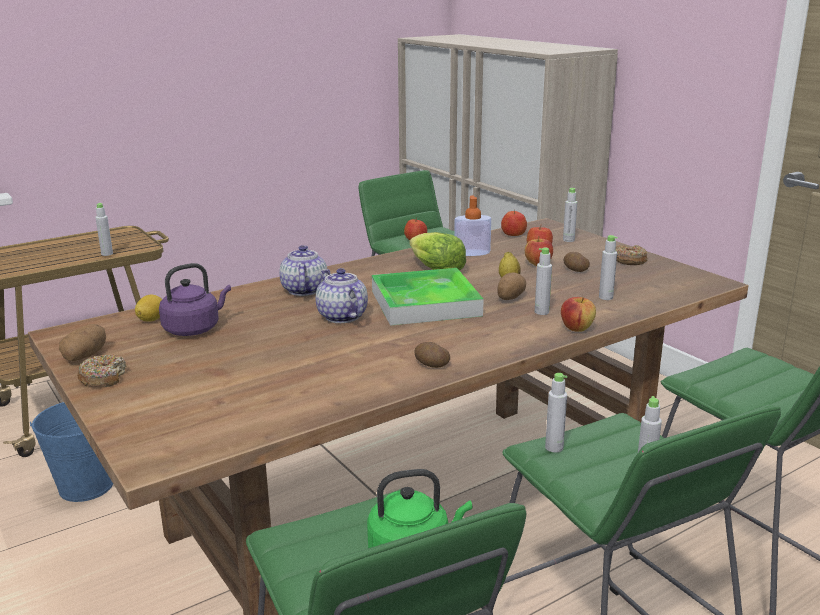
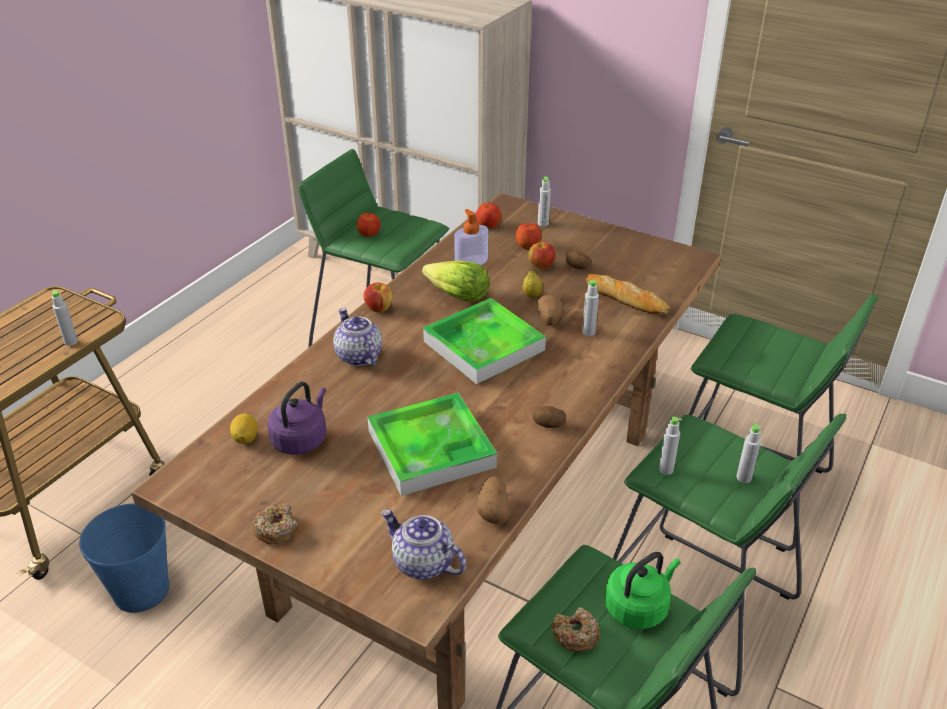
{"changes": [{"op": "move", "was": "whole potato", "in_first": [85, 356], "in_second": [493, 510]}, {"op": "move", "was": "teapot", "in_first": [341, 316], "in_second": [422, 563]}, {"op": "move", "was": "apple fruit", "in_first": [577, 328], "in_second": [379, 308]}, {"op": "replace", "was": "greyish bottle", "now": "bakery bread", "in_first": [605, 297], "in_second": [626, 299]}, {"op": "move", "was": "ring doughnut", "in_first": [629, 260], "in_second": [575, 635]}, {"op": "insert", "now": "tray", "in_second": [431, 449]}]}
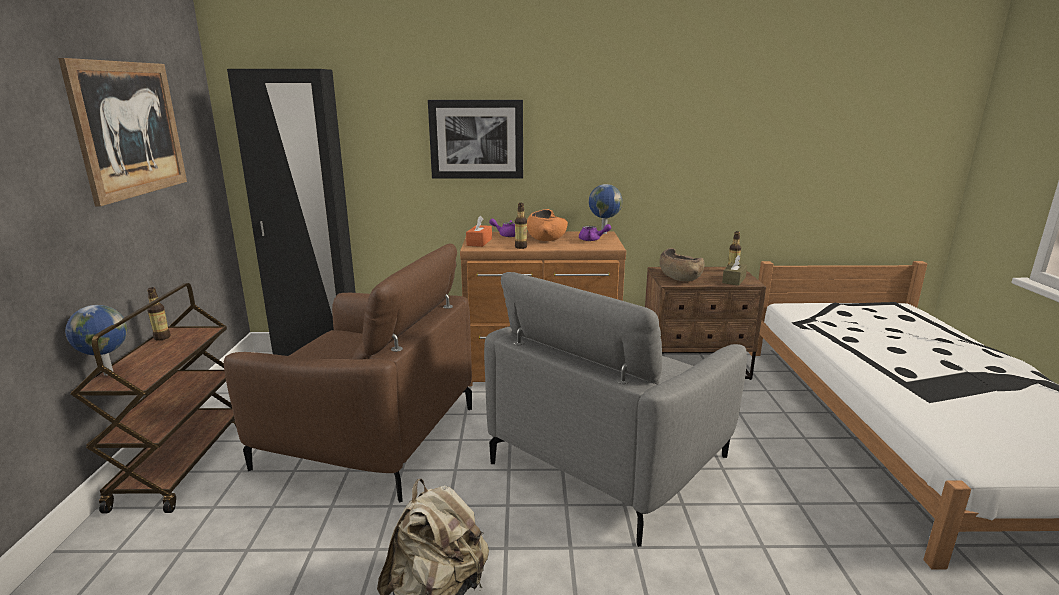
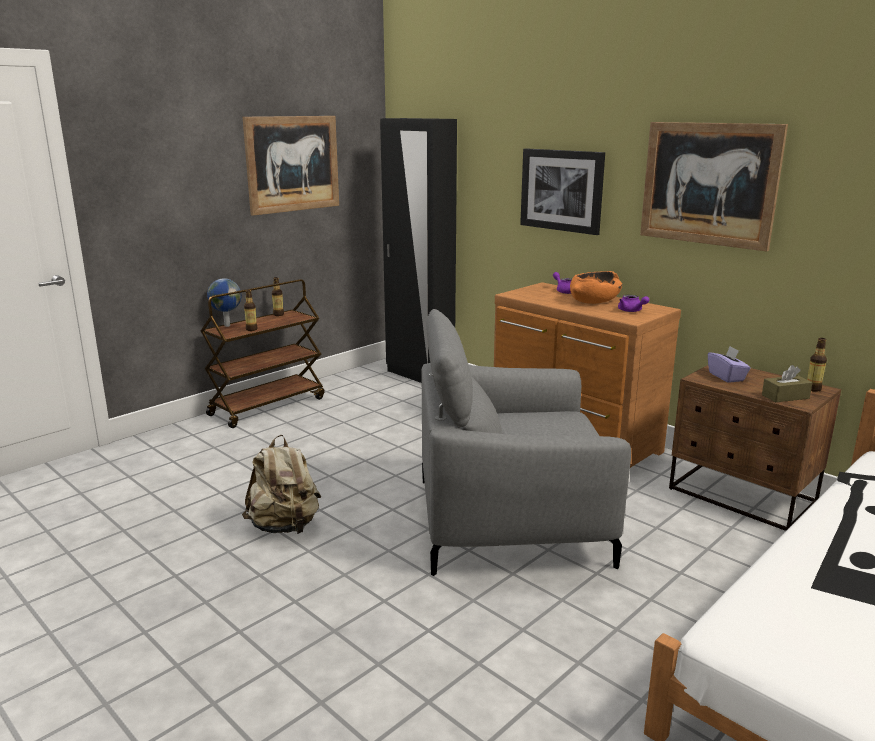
{"changes": [{"op": "delete", "was": "brown-coloured armchair", "in_first": [368, 437]}, {"op": "delete", "was": "orange tissue box", "in_first": [479, 242]}, {"op": "move", "was": "bottle", "in_first": [521, 247], "in_second": [251, 329]}, {"op": "delete", "was": "desk globe", "in_first": [603, 233]}, {"op": "replace", "was": "brown-coloured deep dish", "now": "purple-coloured tissue box", "in_first": [679, 277], "in_second": [726, 377]}, {"op": "insert", "now": "wall art", "in_second": [708, 184]}]}
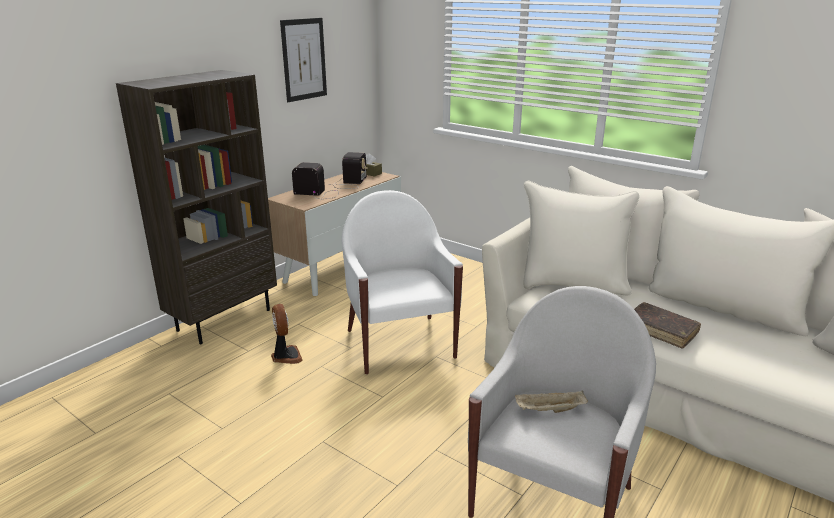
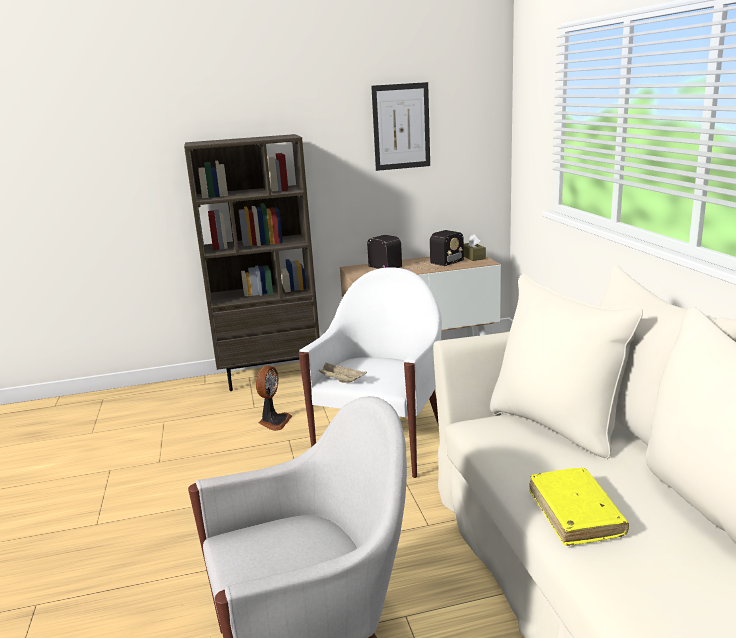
{"changes": [{"op": "move", "was": "beige tray", "in_first": [549, 410], "in_second": [338, 380]}, {"op": "recolor", "was": "brown-coloured volume", "now": "yellow-coloured volume", "in_first": [661, 330], "in_second": [575, 514]}]}
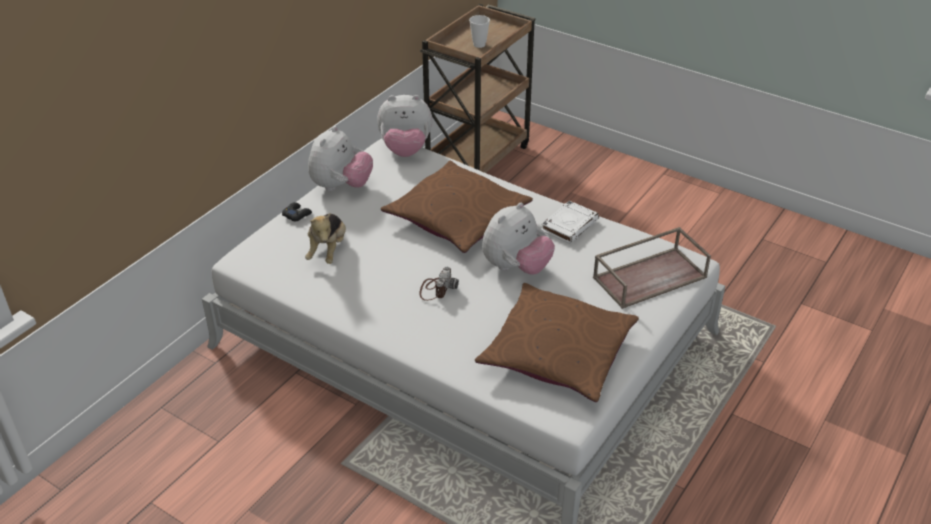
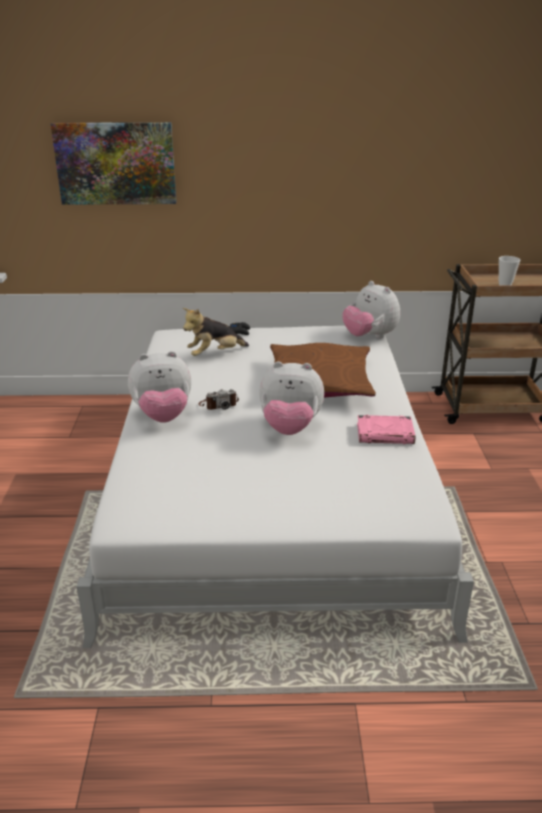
{"changes": [{"op": "move", "was": "cuddly toy", "in_first": [341, 186], "in_second": [163, 416]}, {"op": "delete", "was": "brown-coloured cushion", "in_first": [557, 353]}, {"op": "recolor", "was": "white volume", "now": "pink-coloured volume", "in_first": [569, 225], "in_second": [385, 434]}, {"op": "delete", "was": "brown-coloured tray", "in_first": [650, 276]}, {"op": "insert", "now": "wall art", "in_second": [116, 163]}]}
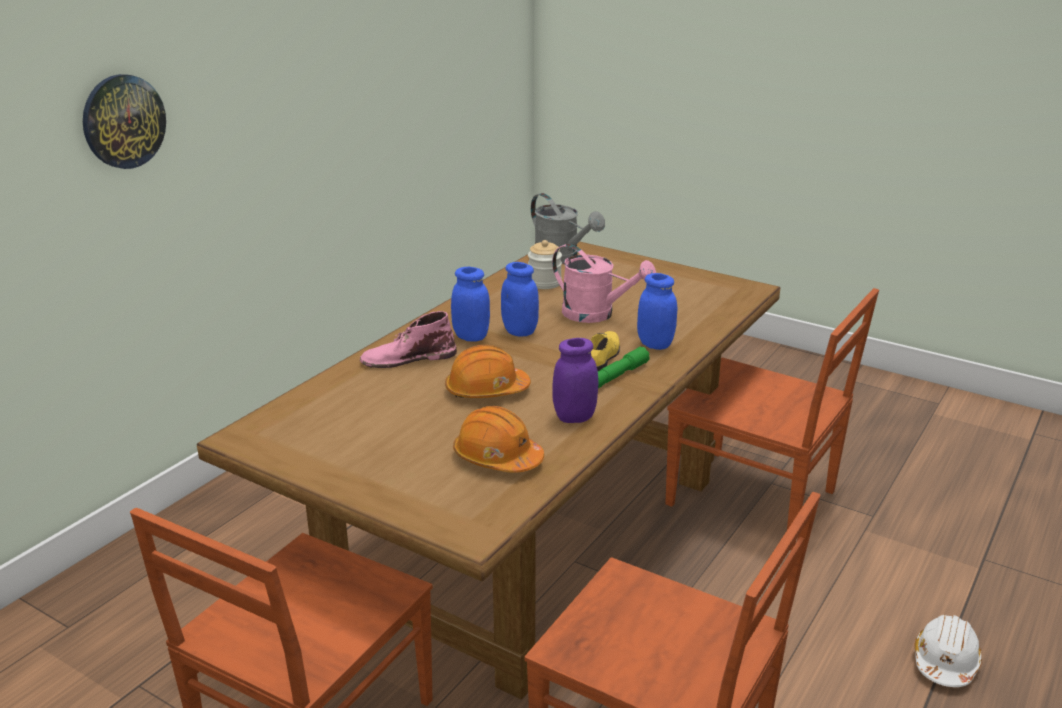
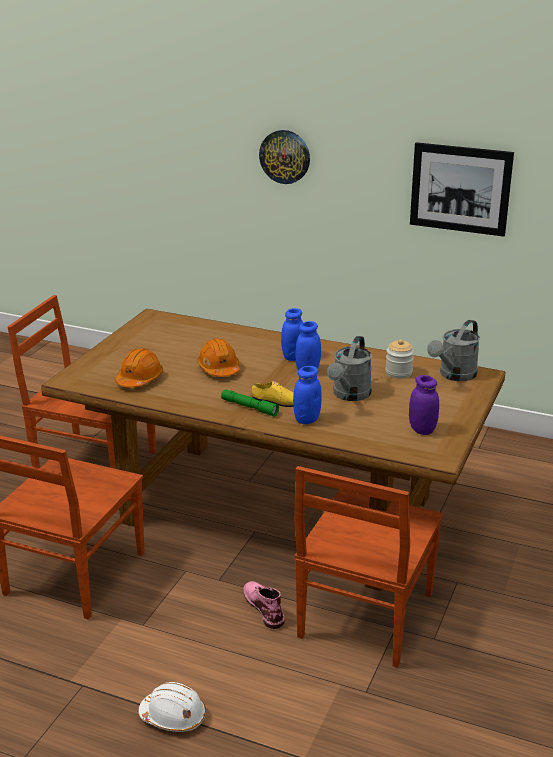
{"changes": [{"op": "move", "was": "pink-coloured tall boot", "in_first": [407, 358], "in_second": [264, 606]}, {"op": "recolor", "was": "pink-coloured sprinkling can", "now": "greyish sprinkling can", "in_first": [596, 314], "in_second": [349, 395]}, {"op": "move", "was": "purple-coloured storage jar", "in_first": [574, 417], "in_second": [422, 430]}, {"op": "insert", "now": "wall art", "in_second": [460, 189]}]}
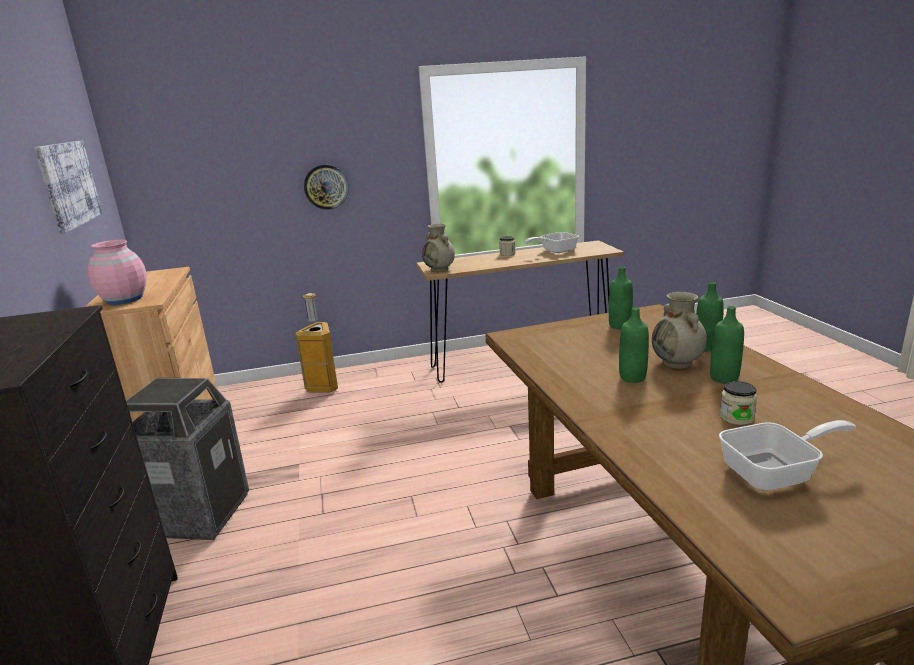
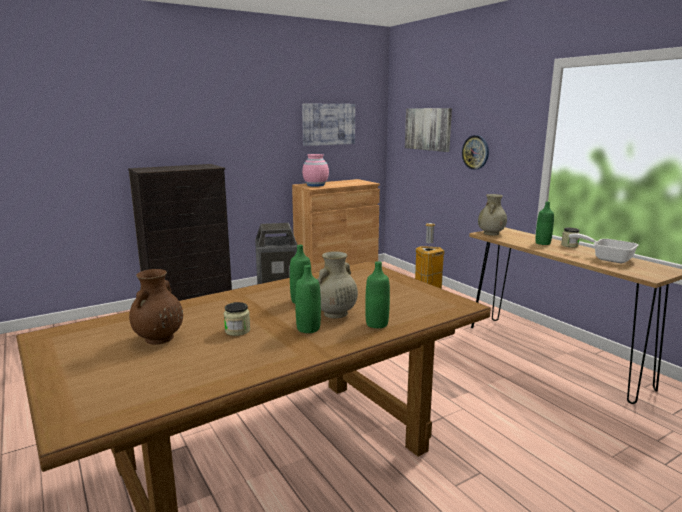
{"changes": [{"op": "move", "was": "green-coloured bottle", "in_first": [619, 326], "in_second": [542, 243]}, {"op": "replace", "was": "frying pan", "now": "brown-coloured vase", "in_first": [776, 473], "in_second": [158, 339]}, {"op": "insert", "now": "wall art", "in_second": [428, 129]}]}
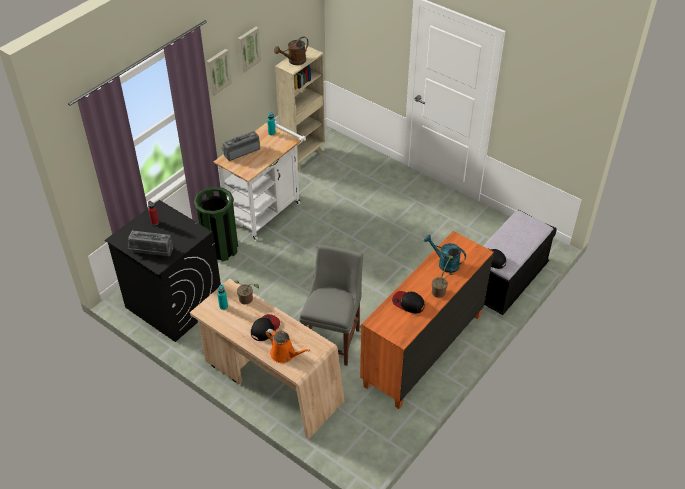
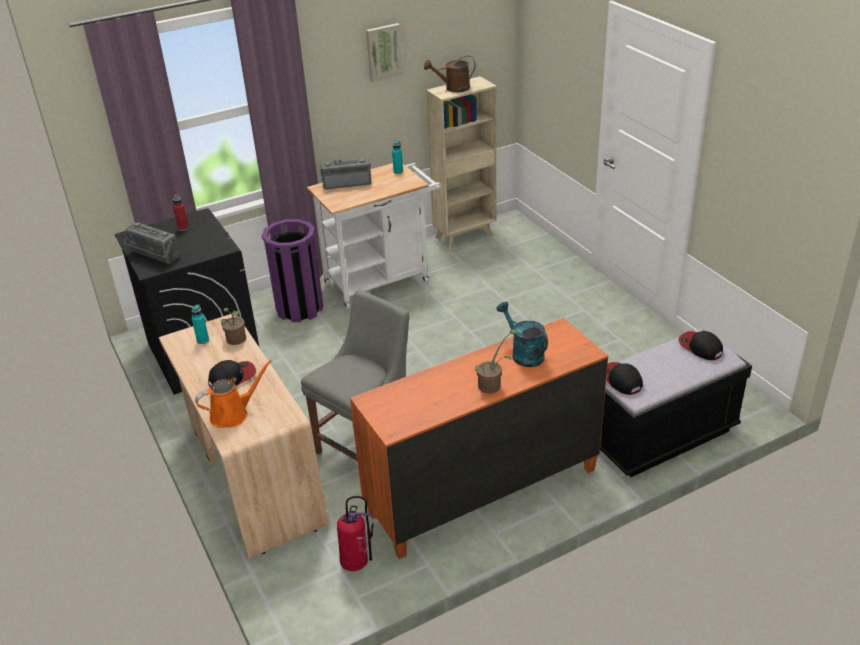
{"changes": [{"op": "recolor", "was": "green-coloured waste bin", "now": "purple-coloured waste bin", "in_first": [220, 248], "in_second": [299, 308]}, {"op": "delete", "was": "wall art", "in_first": [218, 71]}, {"op": "rotate", "was": "orange sprinkling can", "in_first": [284, 354], "in_second": [233, 414], "clockwise": -90}, {"op": "move", "was": "peaked cap", "in_first": [408, 303], "in_second": [700, 347]}, {"op": "insert", "now": "fire-fighting cylinder", "in_second": [356, 562]}]}
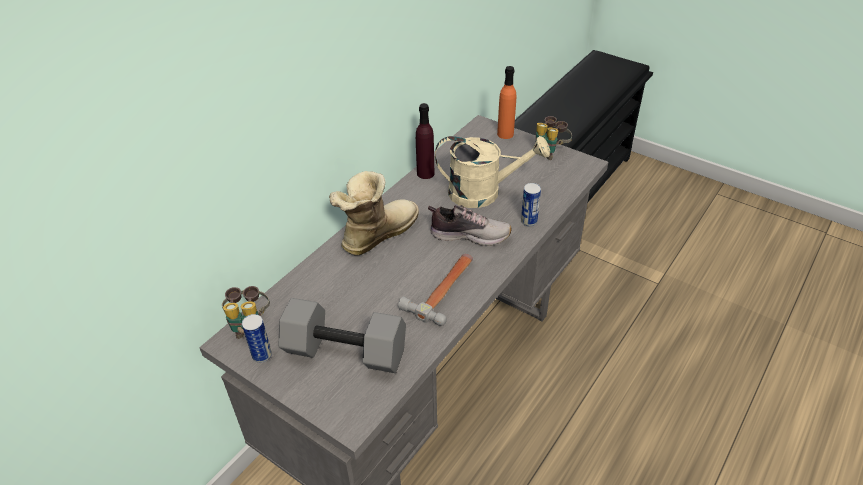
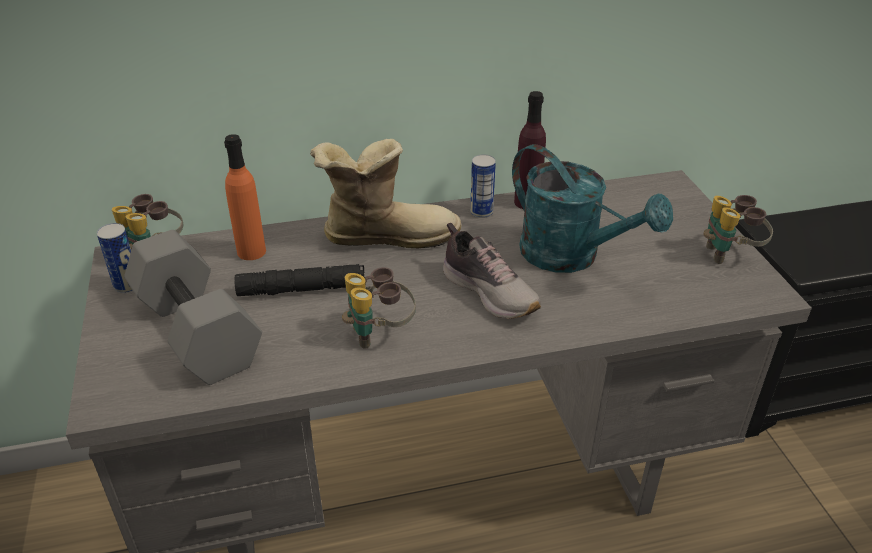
{"changes": [{"op": "replace", "was": "tool hammer", "now": "pair of binoculars", "in_first": [444, 289], "in_second": [379, 333]}, {"op": "recolor", "was": "beige sprinkling can", "now": "blue-green sprinkling can", "in_first": [484, 193], "in_second": [571, 256]}, {"op": "move", "was": "orange bottle", "in_first": [505, 134], "in_second": [251, 251]}, {"op": "move", "was": "sealed can", "in_first": [529, 221], "in_second": [481, 212]}, {"op": "insert", "now": "blackish hand torch", "in_second": [302, 289]}]}
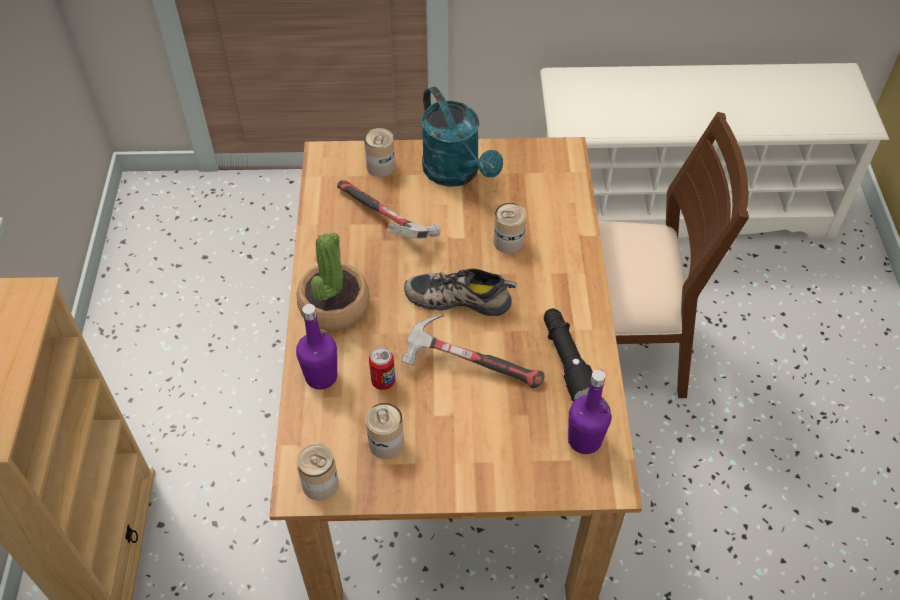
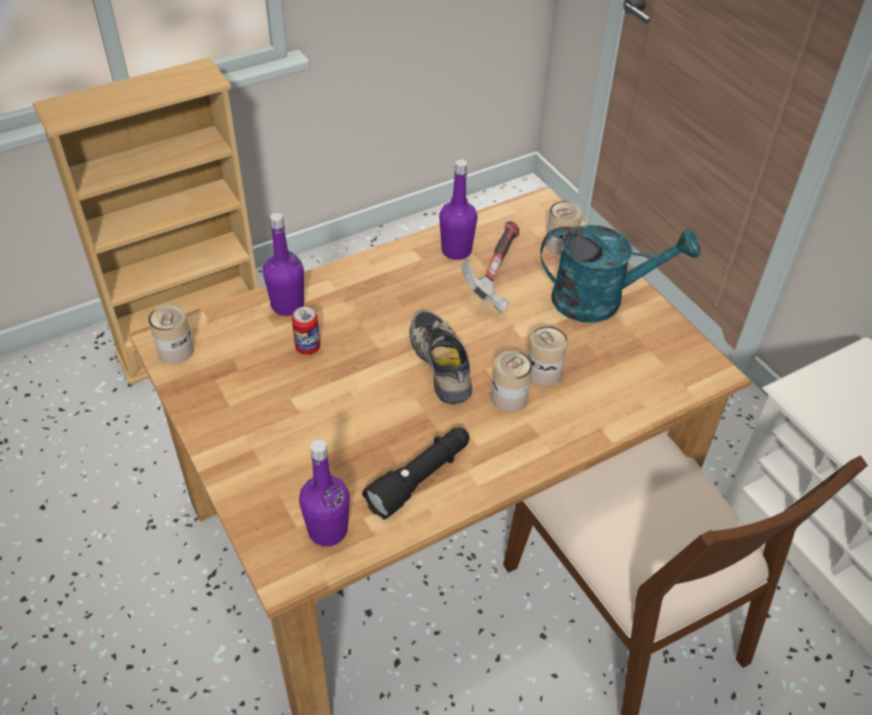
{"changes": [{"op": "delete", "was": "plant in a pot", "in_first": [334, 305]}, {"op": "move", "was": "sealed can", "in_first": [386, 442], "in_second": [509, 397]}, {"op": "delete", "was": "tool hammer", "in_first": [469, 366]}, {"op": "rotate", "was": "blue-green sprinkling can", "in_first": [457, 173], "in_second": [600, 299], "clockwise": -120}, {"op": "insert", "now": "purple-coloured bottle", "in_second": [456, 250]}]}
